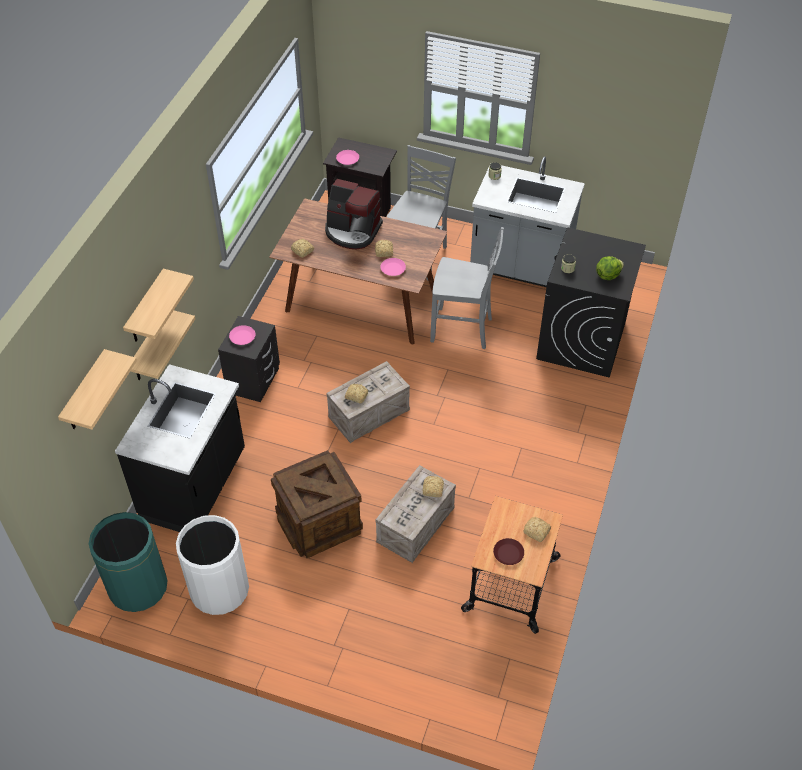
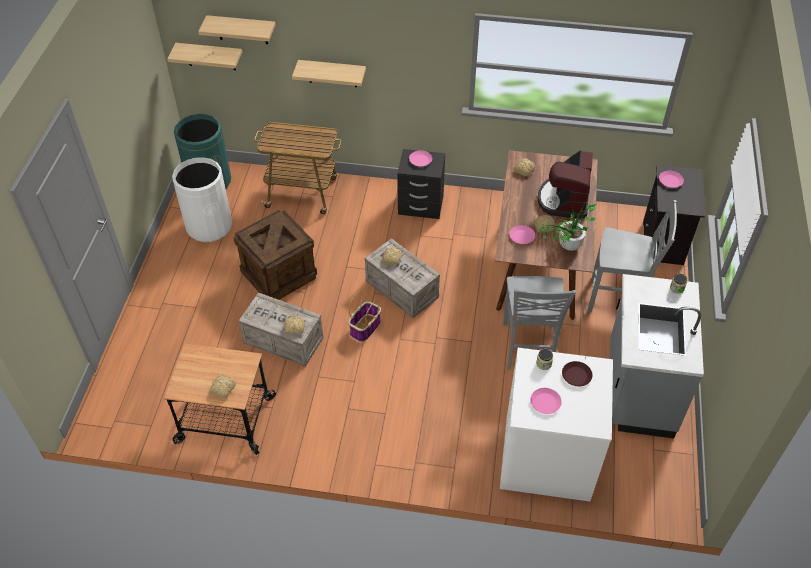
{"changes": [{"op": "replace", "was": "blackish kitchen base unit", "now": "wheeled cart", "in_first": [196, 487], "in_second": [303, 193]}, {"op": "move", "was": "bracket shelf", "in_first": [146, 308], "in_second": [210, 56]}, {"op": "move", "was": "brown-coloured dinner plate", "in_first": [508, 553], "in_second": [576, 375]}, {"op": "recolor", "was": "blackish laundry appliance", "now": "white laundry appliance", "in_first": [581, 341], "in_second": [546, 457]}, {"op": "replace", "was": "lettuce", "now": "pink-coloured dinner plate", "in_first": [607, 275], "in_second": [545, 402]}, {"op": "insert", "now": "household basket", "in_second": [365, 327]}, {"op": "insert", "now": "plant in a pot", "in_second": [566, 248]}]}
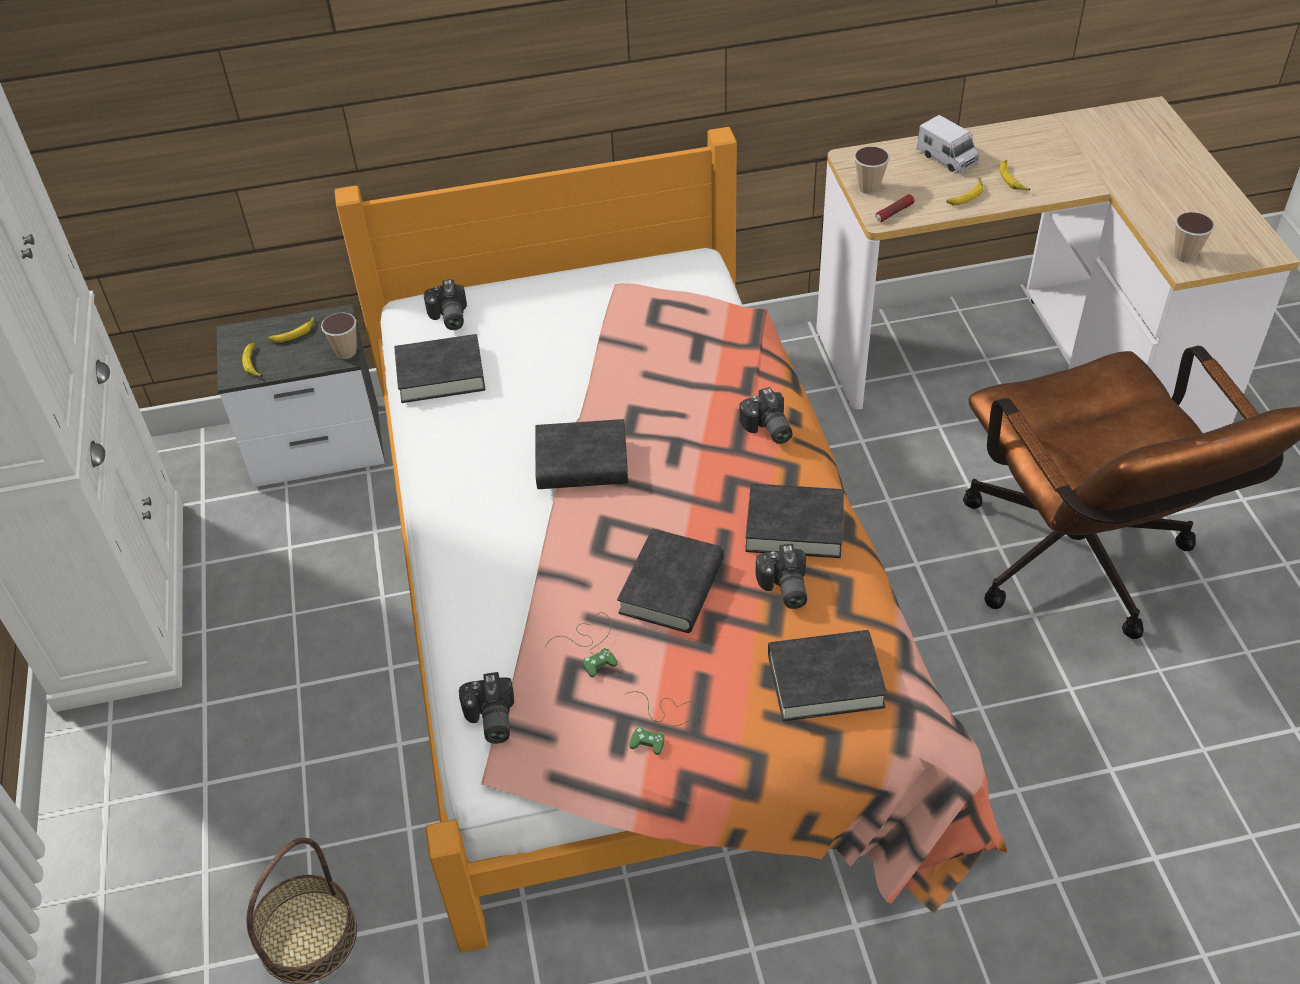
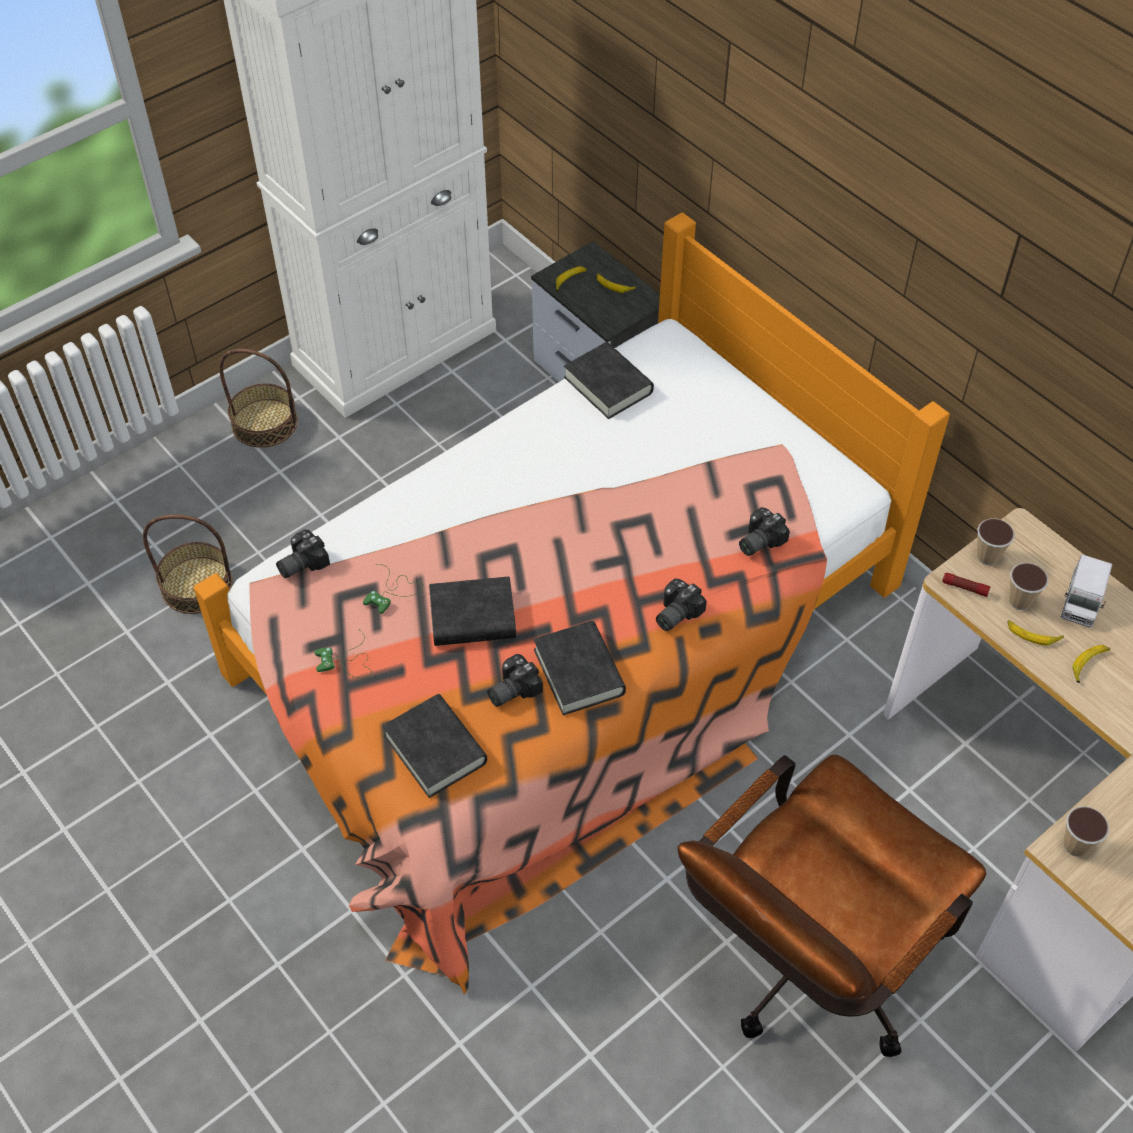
{"changes": [{"op": "move", "was": "cup", "in_first": [346, 352], "in_second": [1019, 601]}, {"op": "move", "was": "photo camera", "in_first": [448, 317], "in_second": [757, 540]}, {"op": "delete", "was": "blackish volume", "in_first": [582, 462]}, {"op": "insert", "now": "household basket", "in_second": [265, 423]}]}
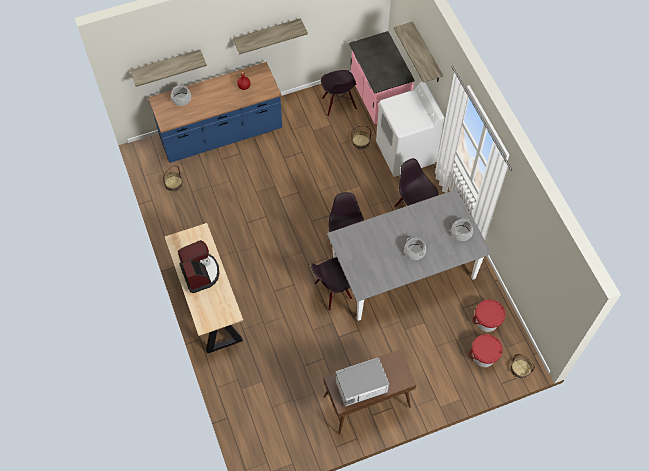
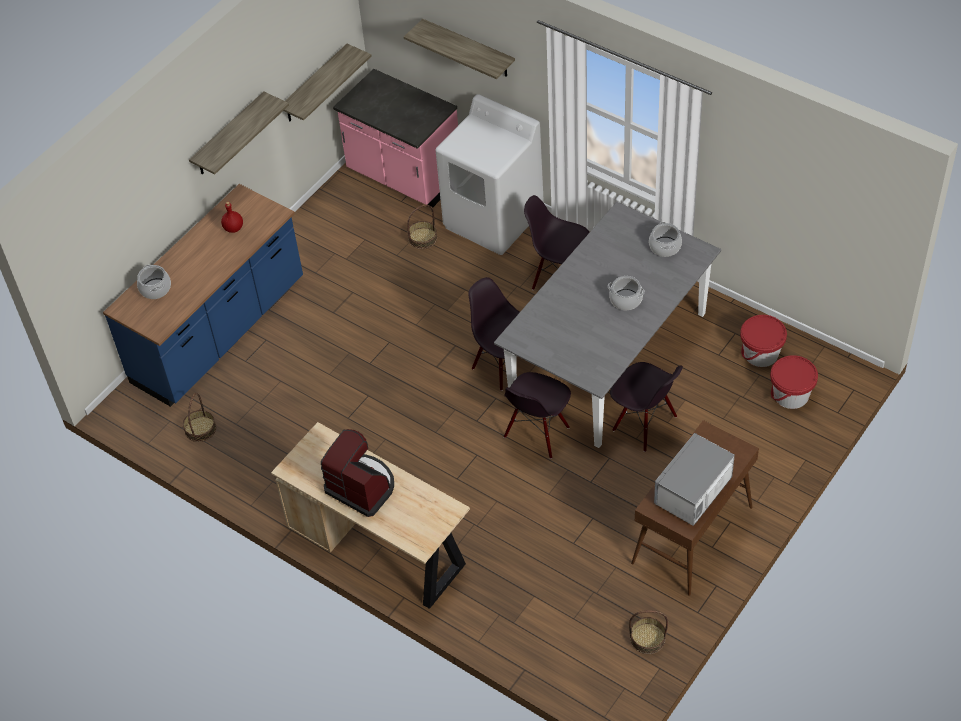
{"changes": [{"op": "move", "was": "bracket shelf", "in_first": [166, 65], "in_second": [314, 84]}, {"op": "move", "was": "blackish plain chair", "in_first": [338, 104], "in_second": [644, 424]}, {"op": "move", "was": "household basket", "in_first": [520, 369], "in_second": [647, 638]}]}
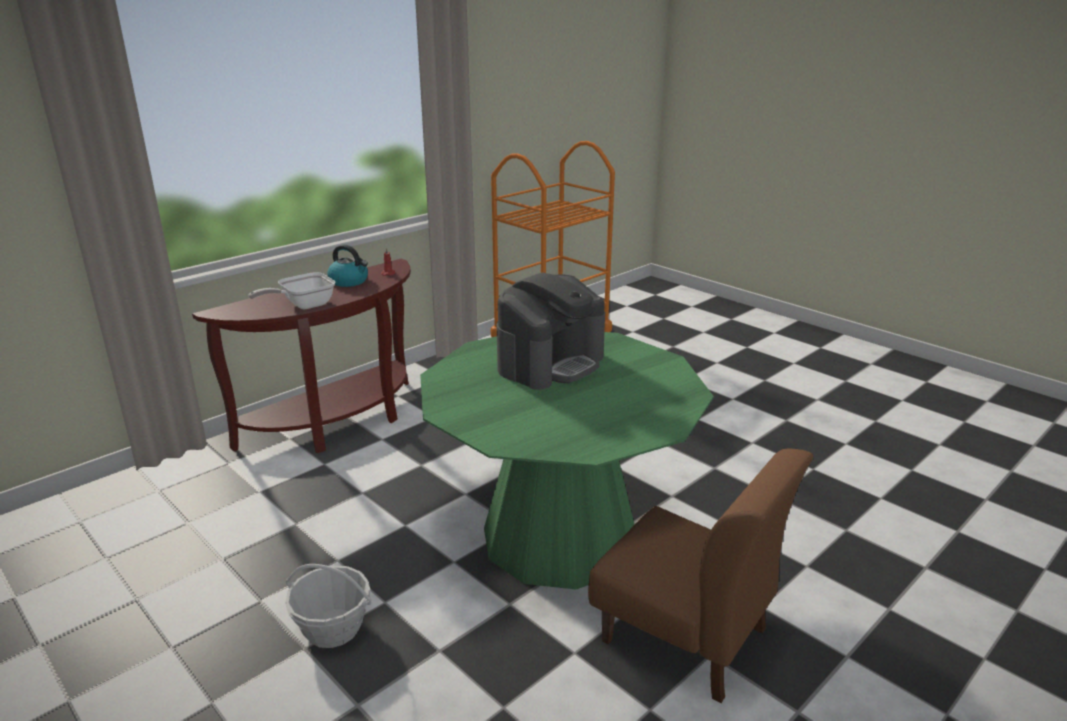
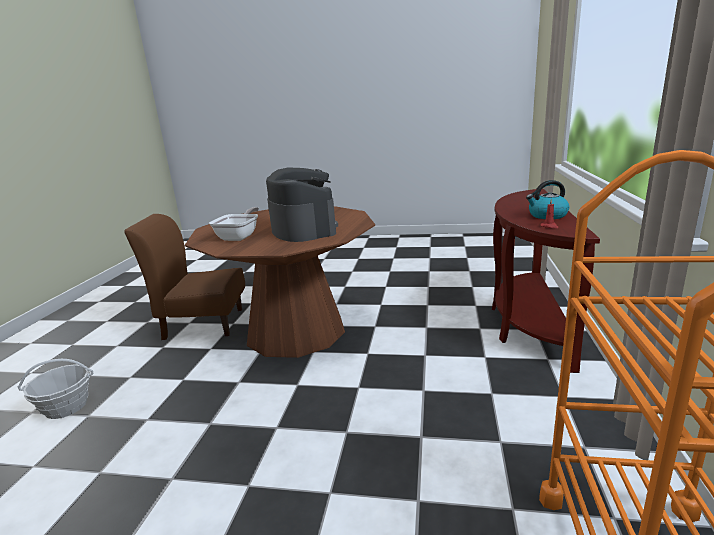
{"changes": [{"op": "move", "was": "frying pan", "in_first": [303, 305], "in_second": [240, 236]}, {"op": "move", "was": "household basket", "in_first": [332, 628], "in_second": [66, 407]}, {"op": "recolor", "was": "green-coloured dining table", "now": "brown-coloured dining table", "in_first": [560, 536], "in_second": [295, 331]}, {"op": "rotate", "was": "coffee brewer", "in_first": [550, 363], "in_second": [303, 230], "clockwise": 150}]}
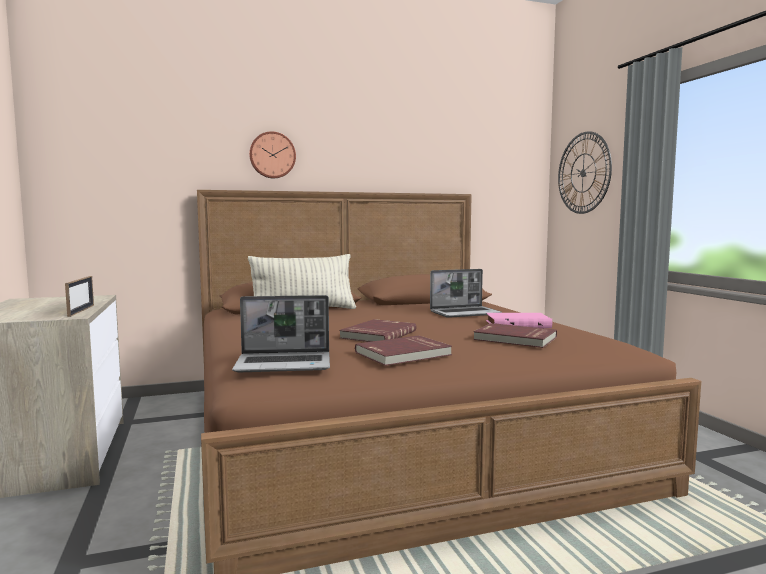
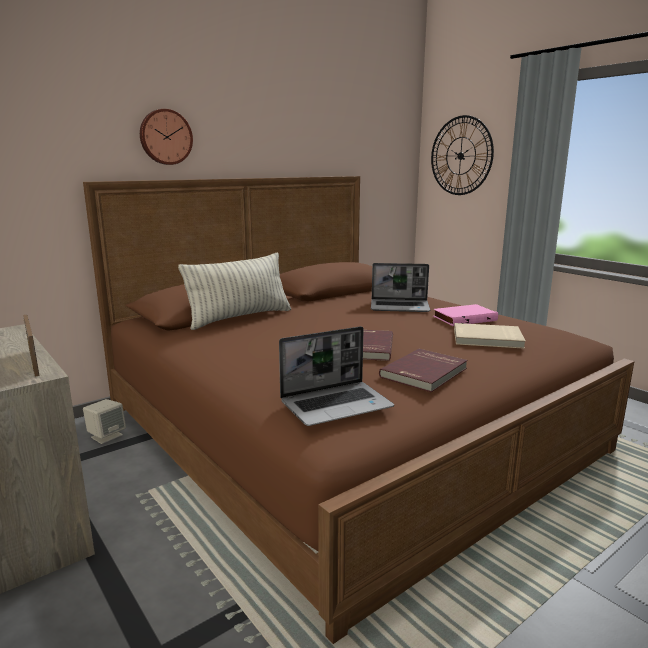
{"changes": [{"op": "rotate", "was": "portable computer", "in_first": [465, 313], "in_second": [400, 307], "clockwise": 45}, {"op": "recolor", "was": "red-coloured volume", "now": "beige volume", "in_first": [514, 339], "in_second": [487, 339]}, {"op": "insert", "now": "beige speaker", "in_second": [106, 436]}]}
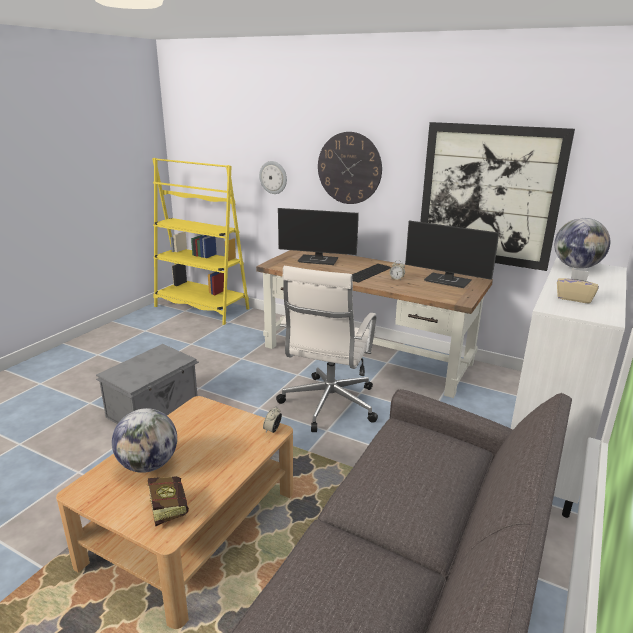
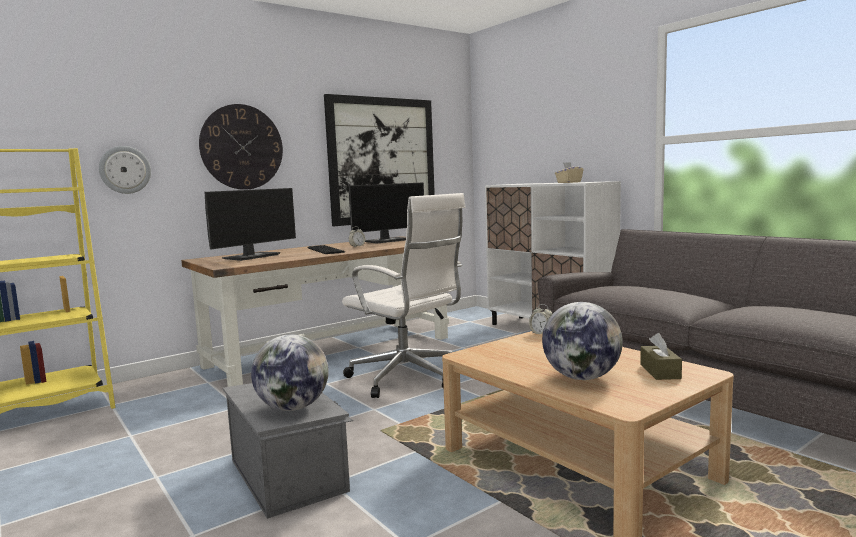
{"changes": [{"op": "replace", "was": "volume", "now": "brown-coloured tissue box", "in_first": [168, 506], "in_second": [660, 371]}, {"op": "move", "was": "desk globe", "in_first": [576, 267], "in_second": [293, 407]}]}
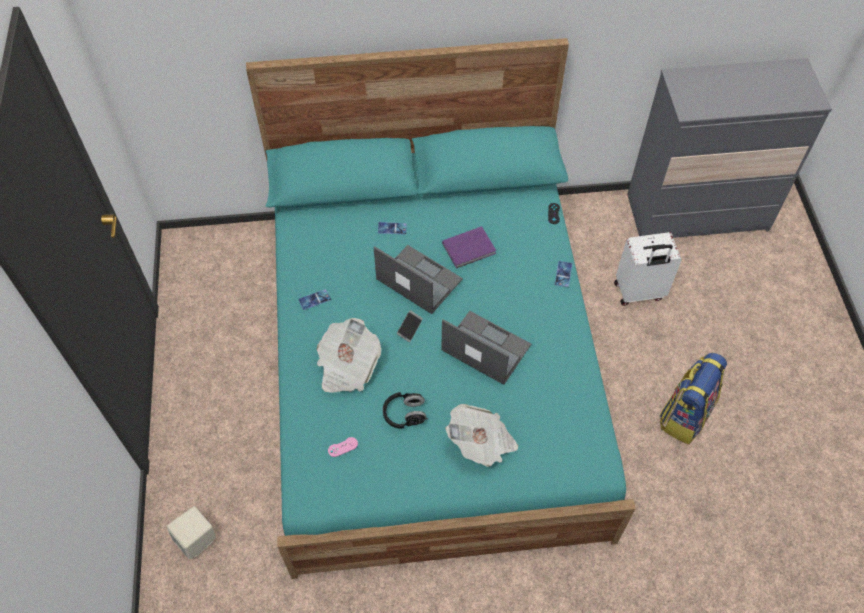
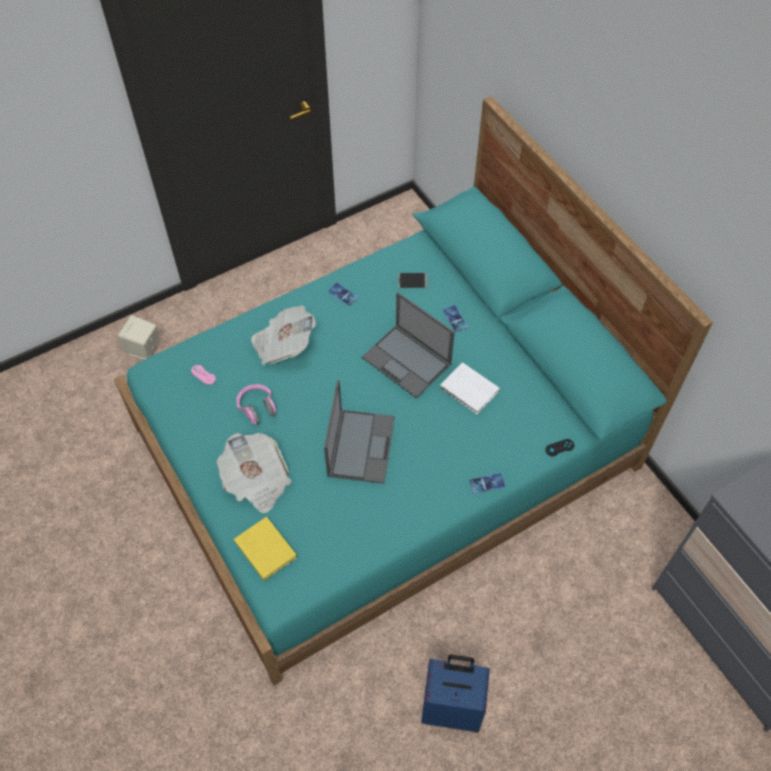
{"changes": [{"op": "rotate", "was": "portable computer", "in_first": [418, 279], "in_second": [407, 361], "clockwise": 120}, {"op": "recolor", "was": "blackish headset", "now": "pink-coloured headset", "in_first": [405, 414], "in_second": [257, 409]}, {"op": "move", "was": "phone", "in_first": [409, 328], "in_second": [412, 282]}, {"op": "recolor", "was": "purple-coloured volume", "now": "white volume", "in_first": [470, 248], "in_second": [470, 391]}, {"op": "delete", "was": "white piece of luggage", "in_first": [639, 292]}, {"op": "replace", "was": "rucksack", "now": "bluish piece of luggage", "in_first": [685, 415], "in_second": [452, 708]}, {"op": "insert", "now": "yellow-coloured volume", "in_second": [265, 547]}]}
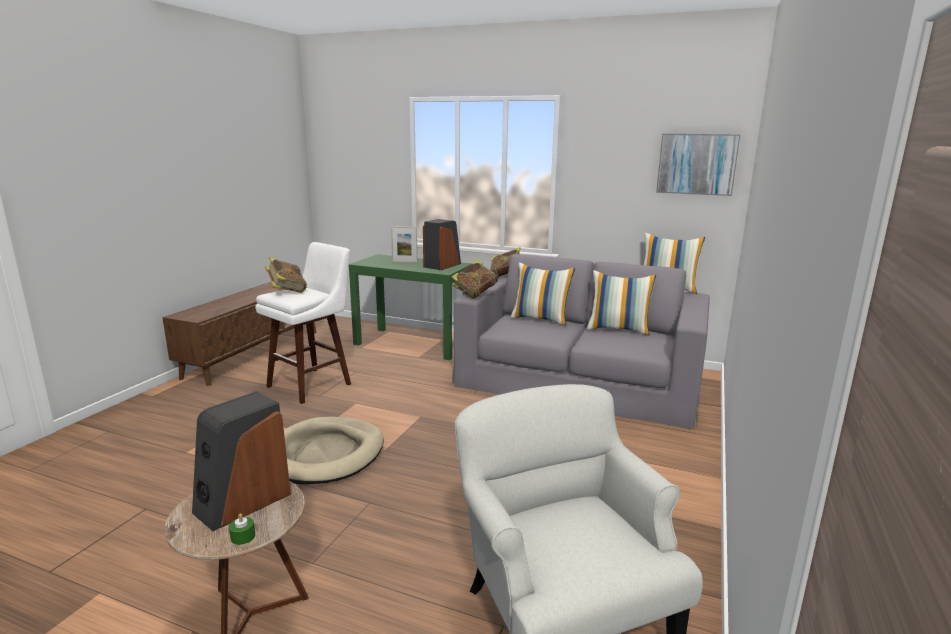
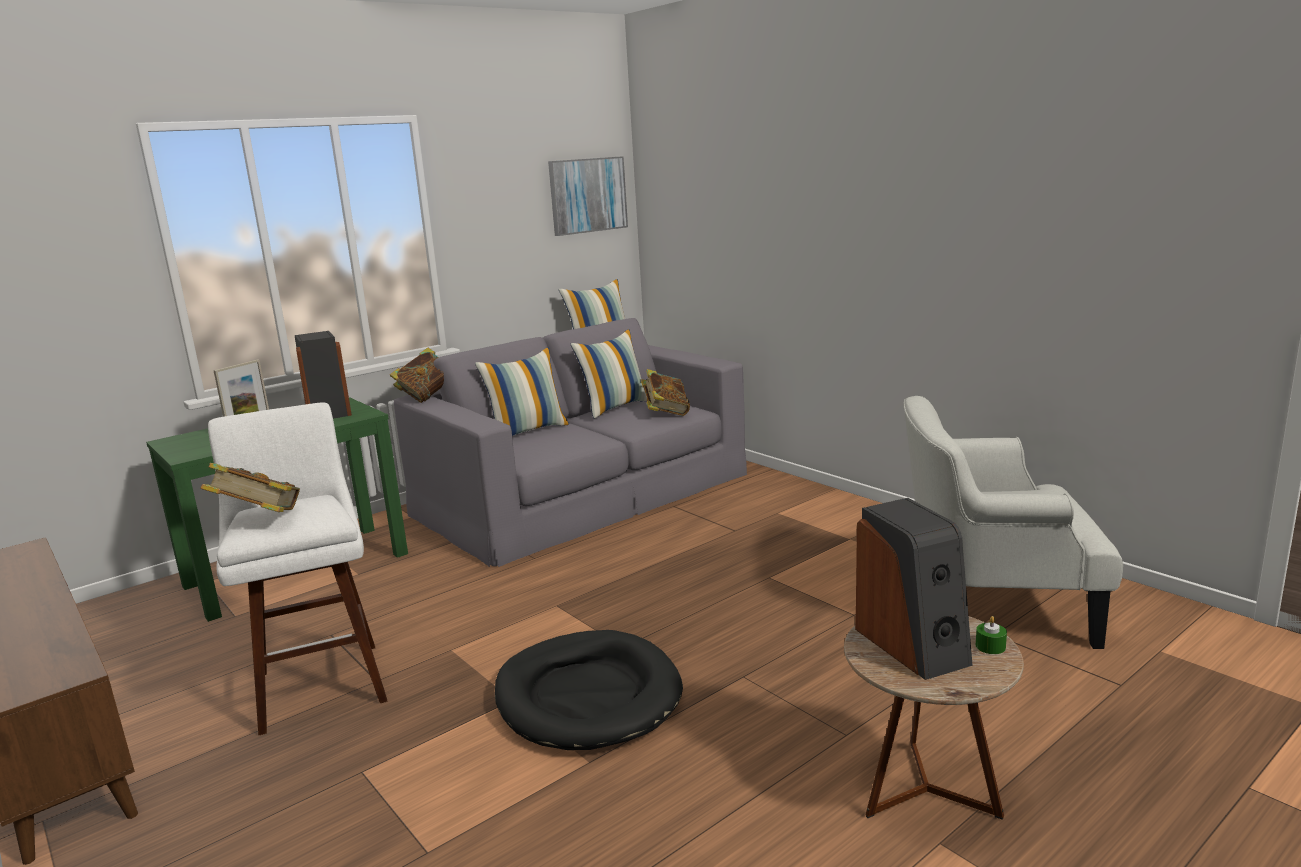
{"changes": [{"op": "recolor", "was": "beige dog bed", "now": "blackish dog bed", "in_first": [325, 454], "in_second": [588, 696]}, {"op": "move", "was": "volume", "in_first": [475, 294], "in_second": [666, 413]}]}
